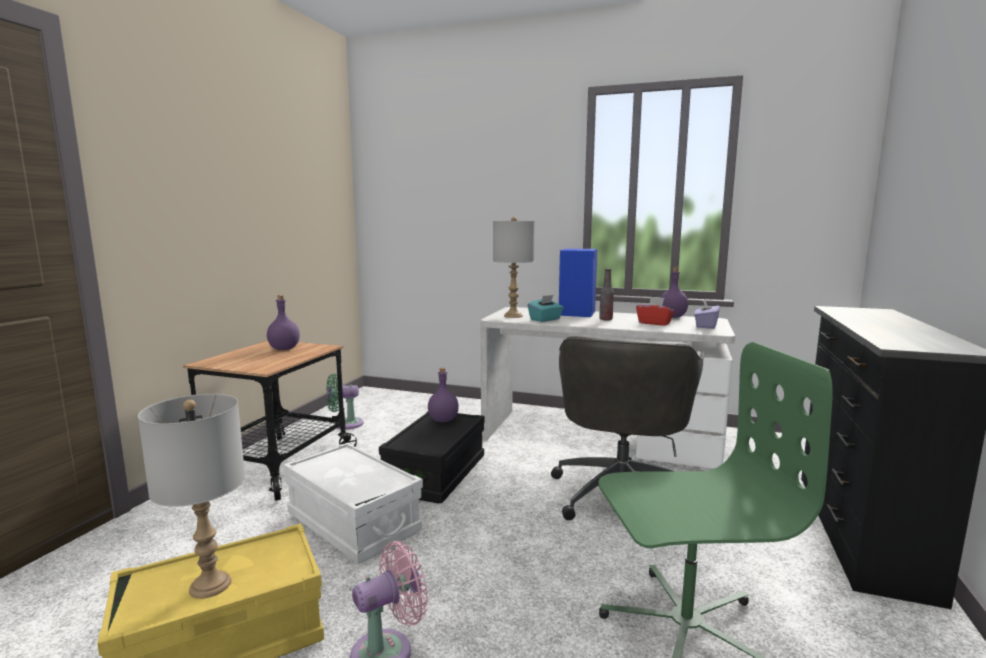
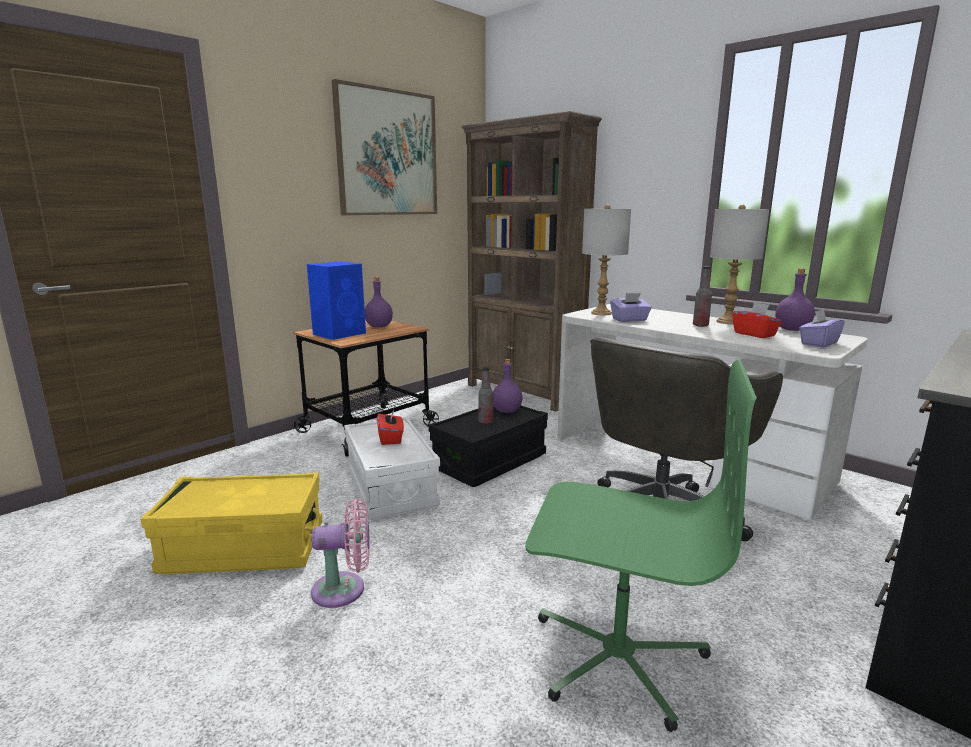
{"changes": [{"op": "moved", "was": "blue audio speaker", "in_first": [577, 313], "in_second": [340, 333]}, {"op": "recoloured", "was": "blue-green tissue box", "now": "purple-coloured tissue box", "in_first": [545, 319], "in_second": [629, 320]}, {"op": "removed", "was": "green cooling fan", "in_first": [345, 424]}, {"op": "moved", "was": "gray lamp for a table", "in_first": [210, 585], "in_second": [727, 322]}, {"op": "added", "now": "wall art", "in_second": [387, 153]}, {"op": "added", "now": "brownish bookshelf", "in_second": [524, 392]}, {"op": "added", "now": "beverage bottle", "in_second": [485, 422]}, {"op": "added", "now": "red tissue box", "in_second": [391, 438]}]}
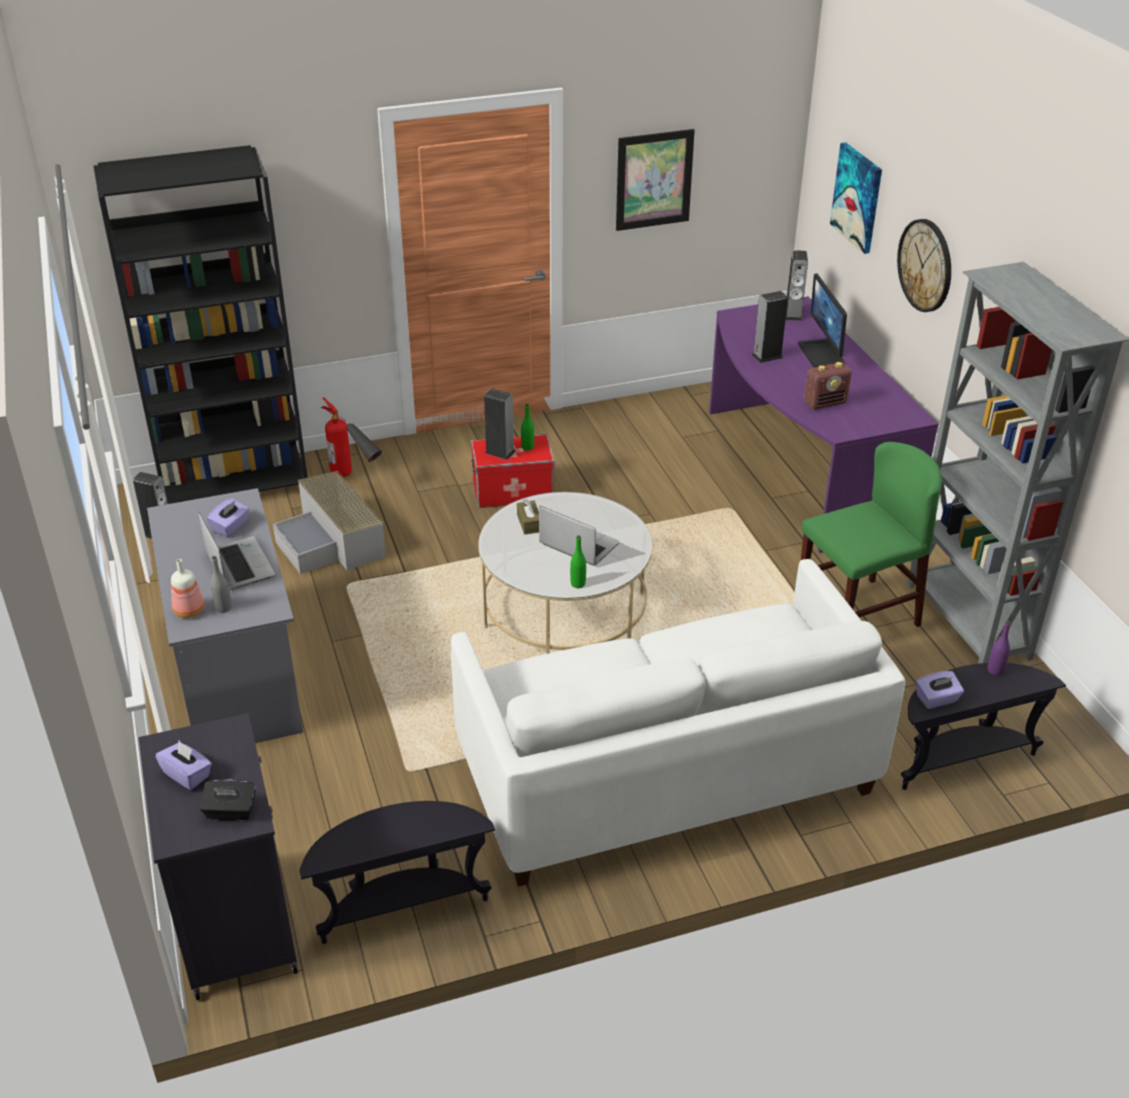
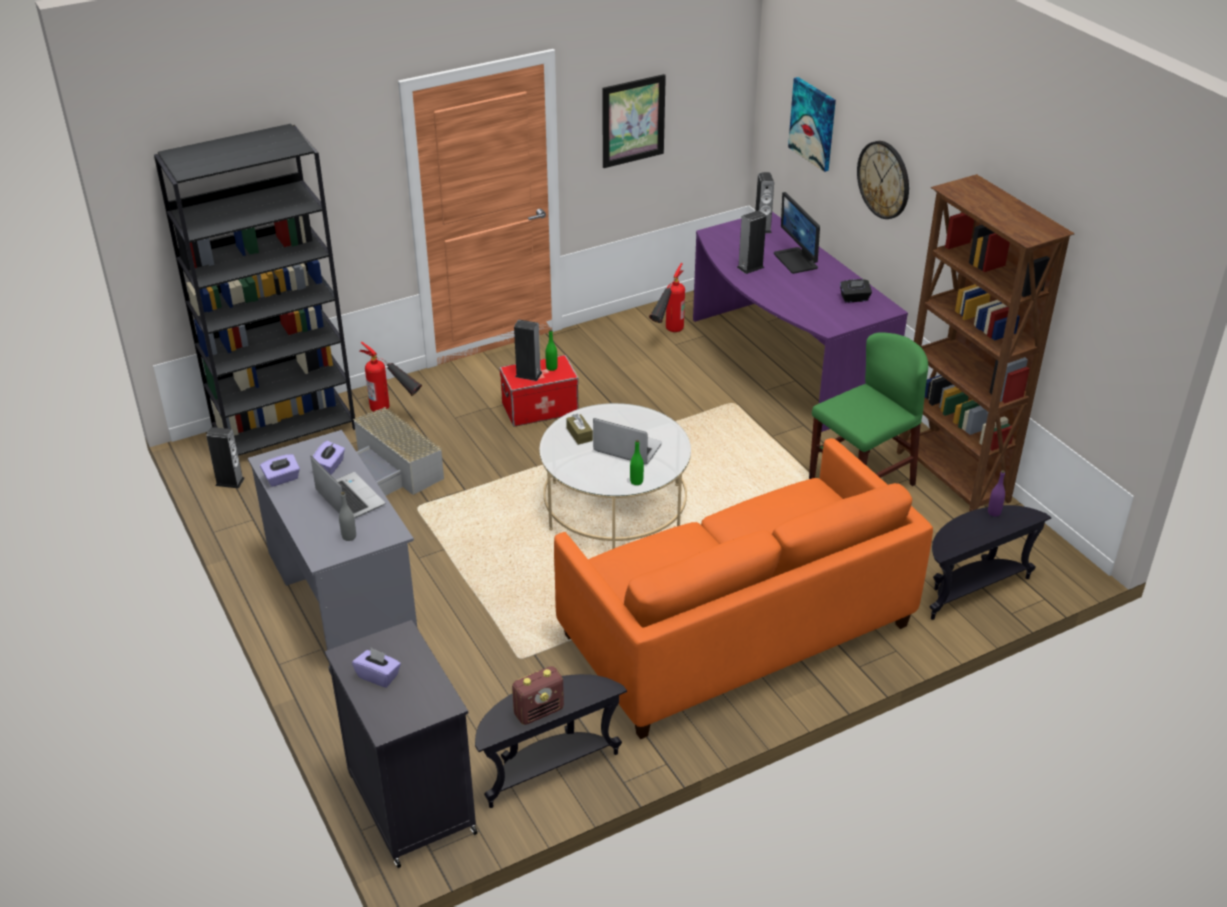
{"changes": [{"op": "recoloured", "was": "gray bookshelf", "now": "brownish bookshelf", "in_first": [966, 622], "in_second": [952, 478]}, {"op": "moved", "was": "radio set", "in_first": [825, 403], "in_second": [539, 711]}, {"op": "removed", "was": "beverage bottle", "in_first": [188, 611]}, {"op": "recoloured", "was": "white sofa", "now": "orangey sofa", "in_first": [665, 772], "in_second": [736, 631]}, {"op": "moved", "was": "purple-coloured tissue box", "in_first": [937, 699], "in_second": [282, 479]}, {"op": "moved", "was": "black-coloured tissue box", "in_first": [230, 812], "in_second": [854, 298]}, {"op": "added", "now": "extinguisher", "in_second": [667, 336]}]}
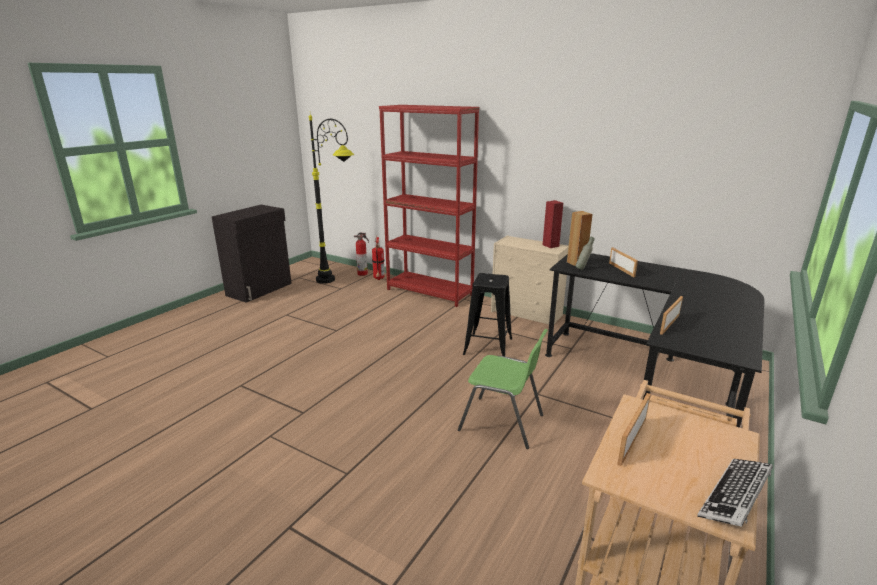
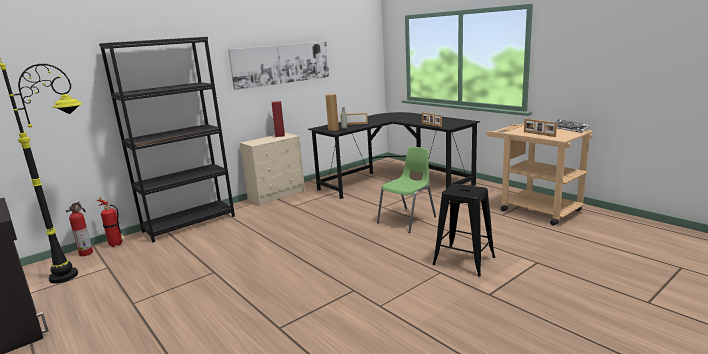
{"changes": [{"op": "recoloured", "was": "red bookshelf", "now": "black-coloured bookshelf", "in_first": [430, 292], "in_second": [189, 223]}, {"op": "moved", "was": "black-coloured sitting stool", "in_first": [488, 346], "in_second": [464, 261]}, {"op": "added", "now": "wall art", "in_second": [282, 64]}]}
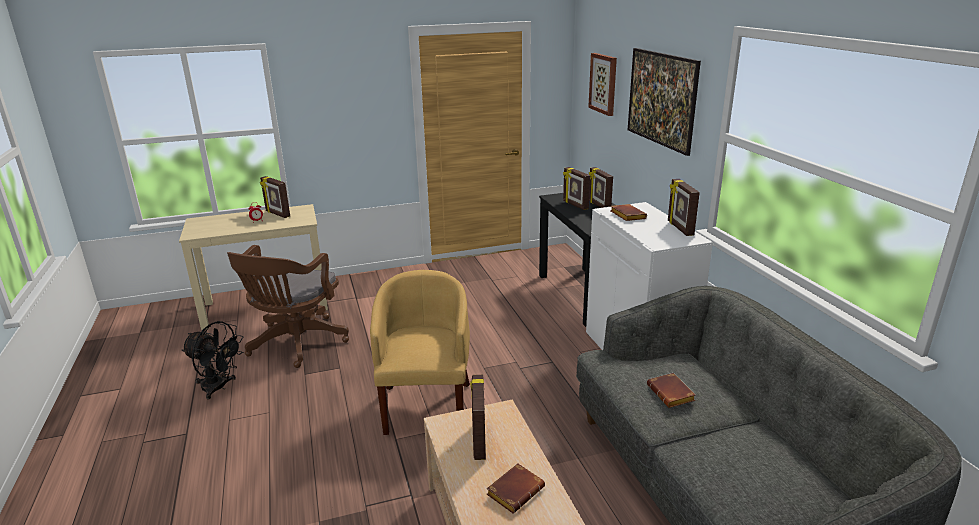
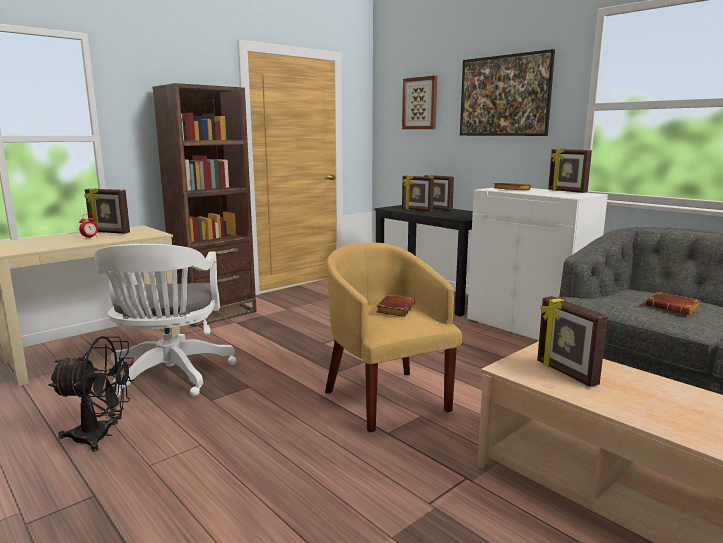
{"changes": [{"op": "recoloured", "was": "brownish desk chair", "now": "white desk chair", "in_first": [295, 344], "in_second": [169, 377]}, {"op": "moved", "was": "brownish volume", "in_first": [515, 490], "in_second": [394, 309]}, {"op": "added", "now": "brownish bookshelf", "in_second": [215, 313]}]}
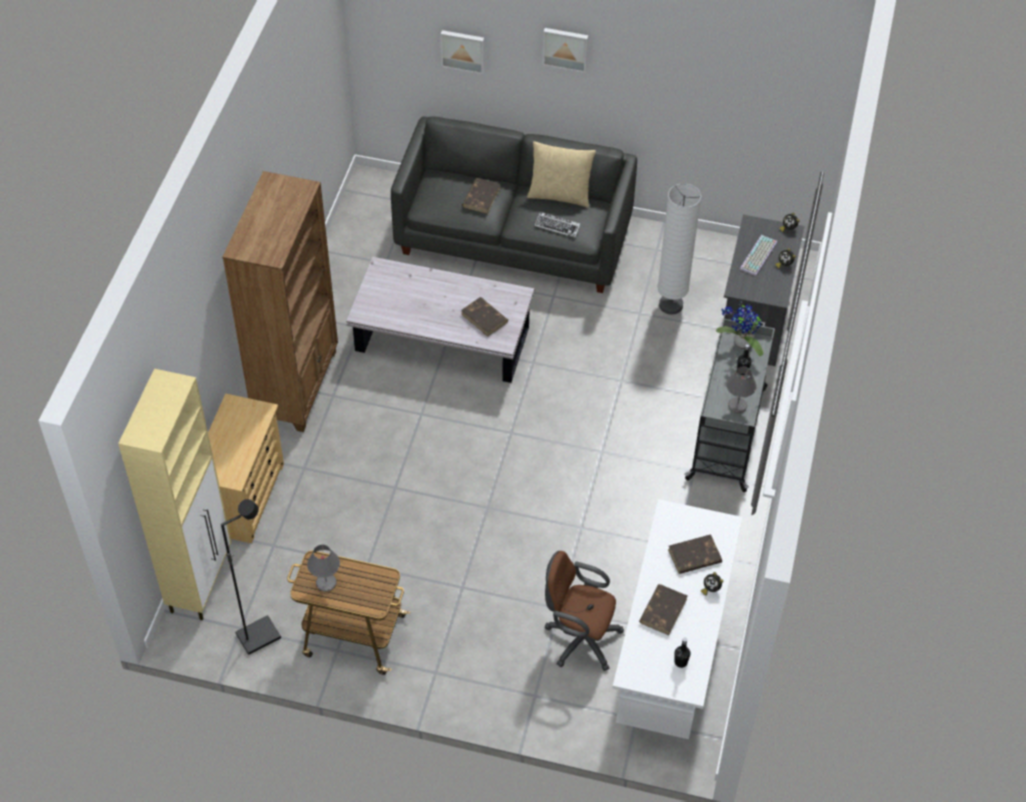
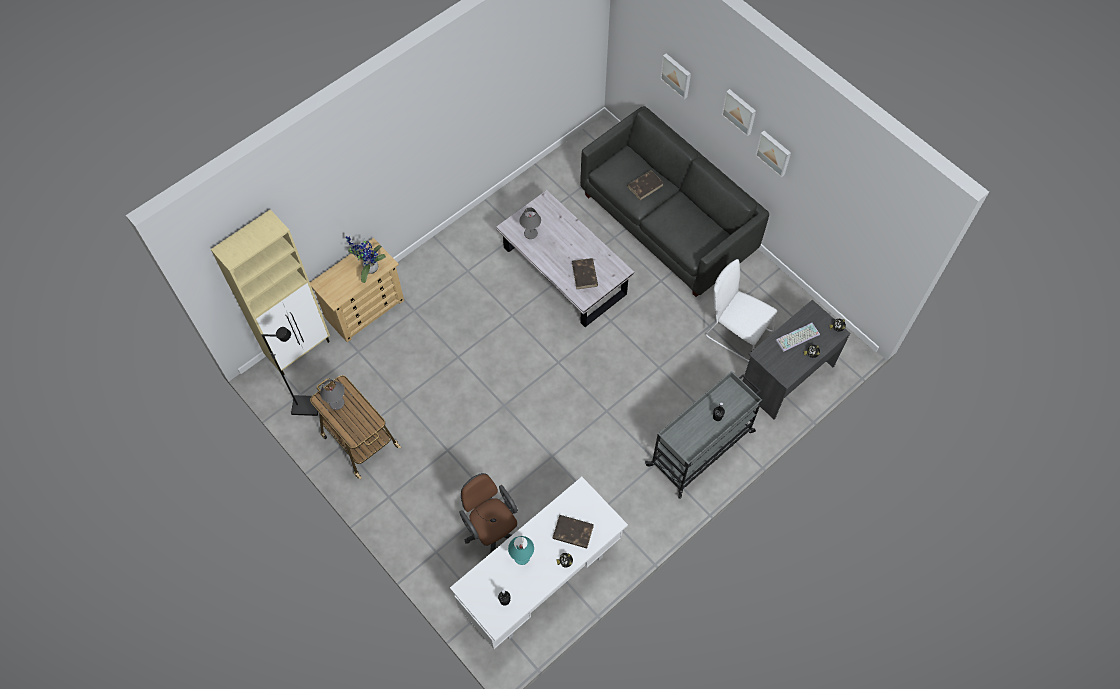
{"changes": [{"op": "removed", "was": "beige-coloured cushion", "in_first": [560, 195]}, {"op": "removed", "was": "brownish bookshelf", "in_first": [297, 385]}, {"op": "replaced", "was": "white floor lamp", "now": "white chair", "in_first": [670, 305], "in_second": [735, 332]}, {"op": "removed", "was": "computer keyboard", "in_first": [557, 226]}, {"op": "moved", "was": "potted plant", "in_first": [741, 344], "in_second": [369, 268]}, {"op": "moved", "was": "gray lamp for a table", "in_first": [737, 406], "in_second": [530, 233]}, {"op": "replaced", "was": "brownish volume", "now": "blue-green lamp for a table", "in_first": [663, 610], "in_second": [522, 557]}, {"op": "added", "now": "wall art", "in_second": [774, 152]}]}
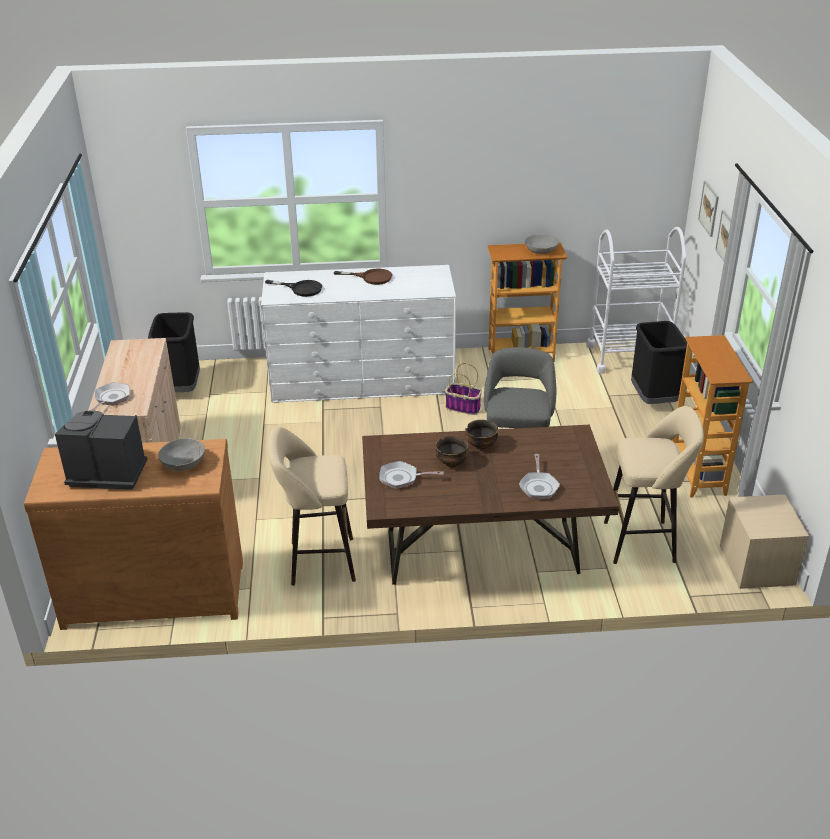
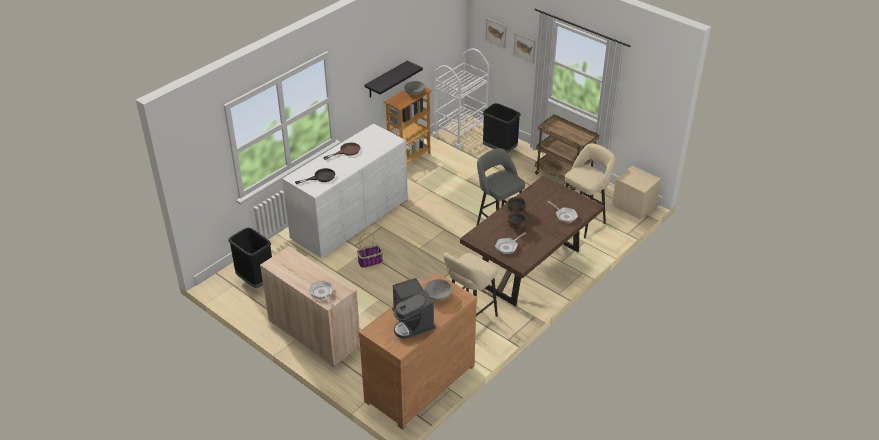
{"changes": [{"op": "replaced", "was": "bookshelf", "now": "brownish trolley", "in_first": [698, 473], "in_second": [564, 177]}, {"op": "moved", "was": "basket", "in_first": [463, 407], "in_second": [370, 261]}, {"op": "turned", "was": "coffee maker", "in_first": [106, 473], "in_second": [412, 322], "clockwise": -75}, {"op": "added", "now": "black-coloured shelf", "in_second": [386, 80]}]}
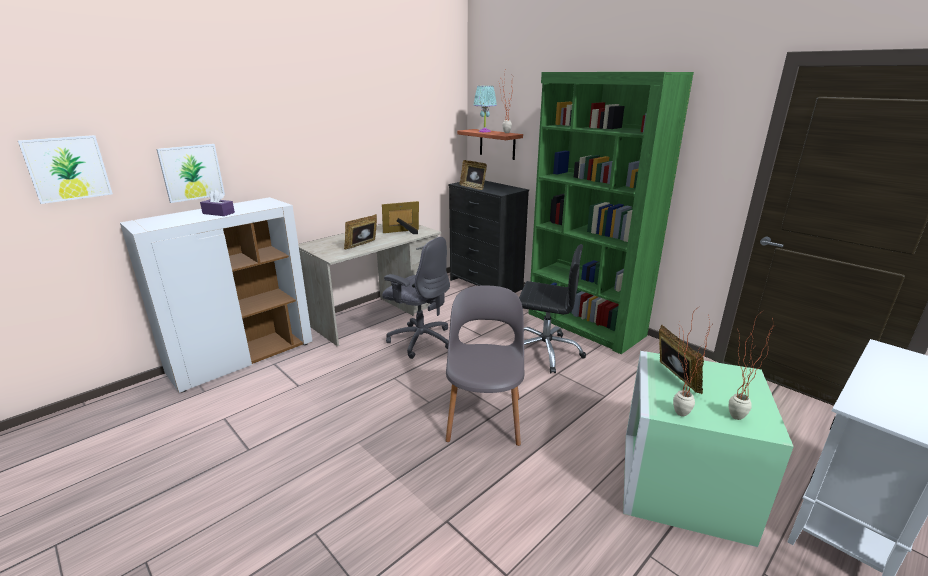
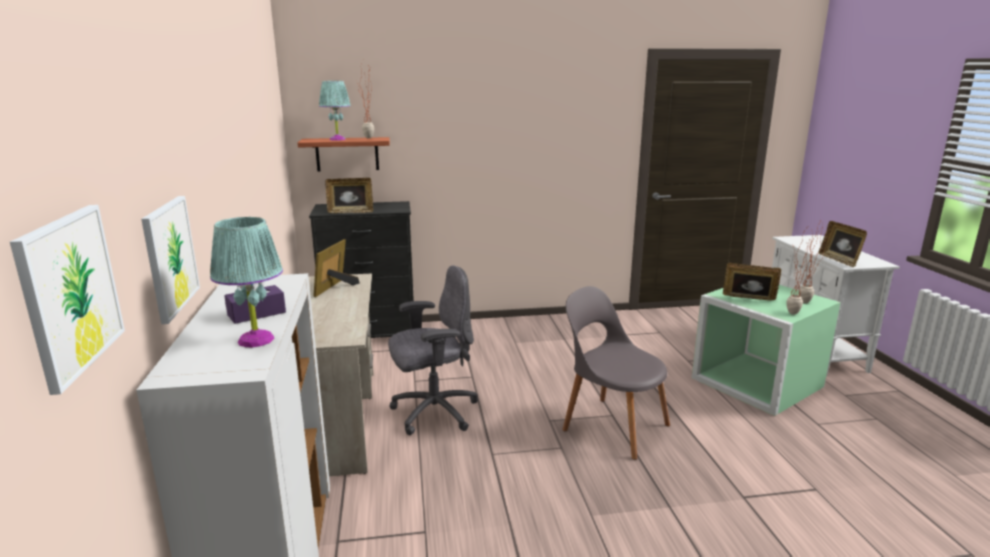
{"changes": [{"op": "removed", "was": "green bookshelf", "in_first": [585, 325]}, {"op": "moved", "was": "picture frame", "in_first": [362, 246], "in_second": [839, 260]}, {"op": "removed", "was": "black-coloured desk chair", "in_first": [545, 351]}, {"op": "added", "now": "blue-green lamp for a table", "in_second": [256, 340]}]}
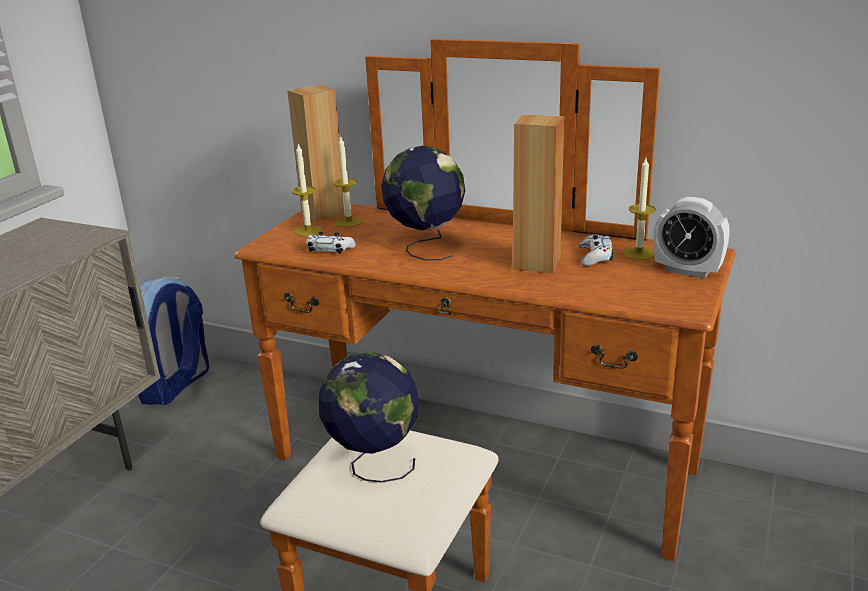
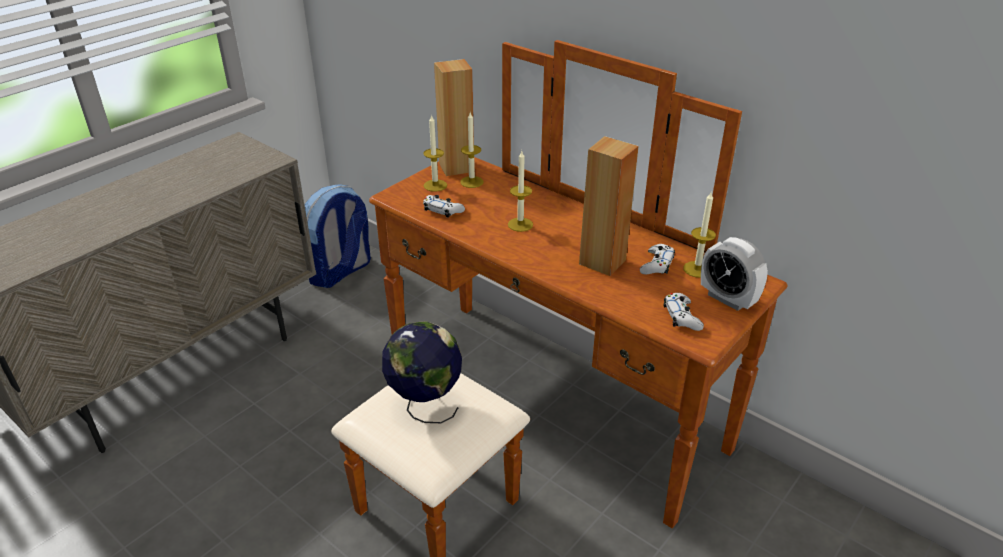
{"changes": [{"op": "replaced", "was": "globe", "now": "wax light", "in_first": [426, 247], "in_second": [520, 224]}, {"op": "added", "now": "white gamepad", "in_second": [681, 317]}]}
